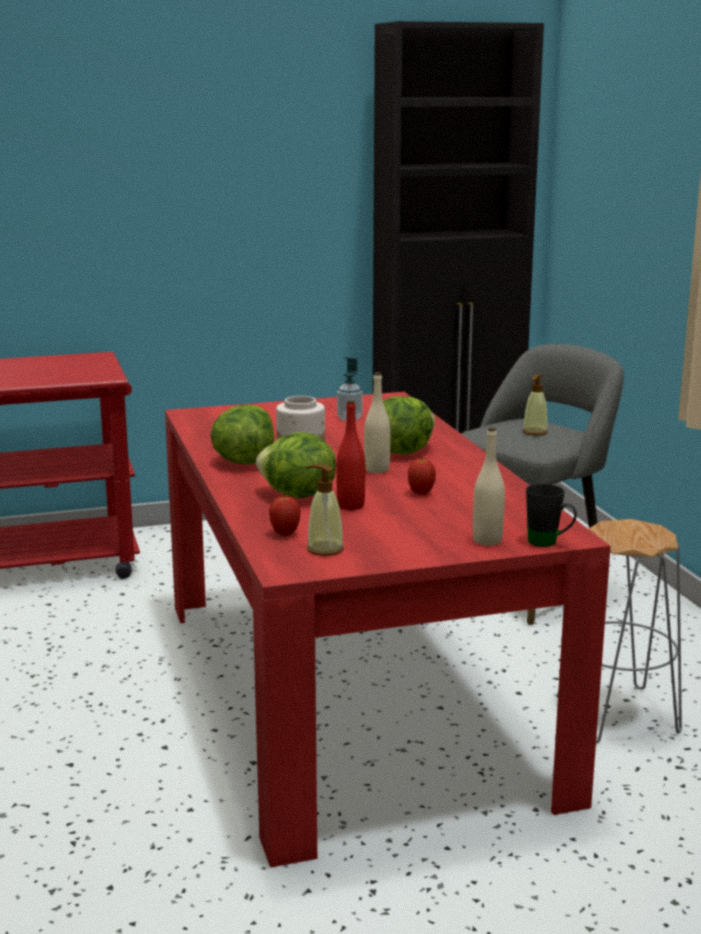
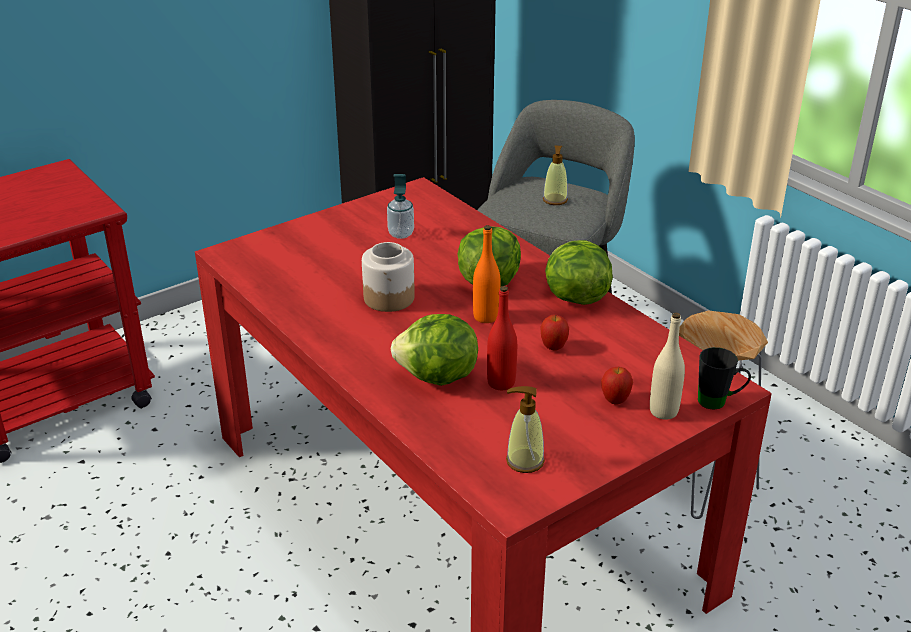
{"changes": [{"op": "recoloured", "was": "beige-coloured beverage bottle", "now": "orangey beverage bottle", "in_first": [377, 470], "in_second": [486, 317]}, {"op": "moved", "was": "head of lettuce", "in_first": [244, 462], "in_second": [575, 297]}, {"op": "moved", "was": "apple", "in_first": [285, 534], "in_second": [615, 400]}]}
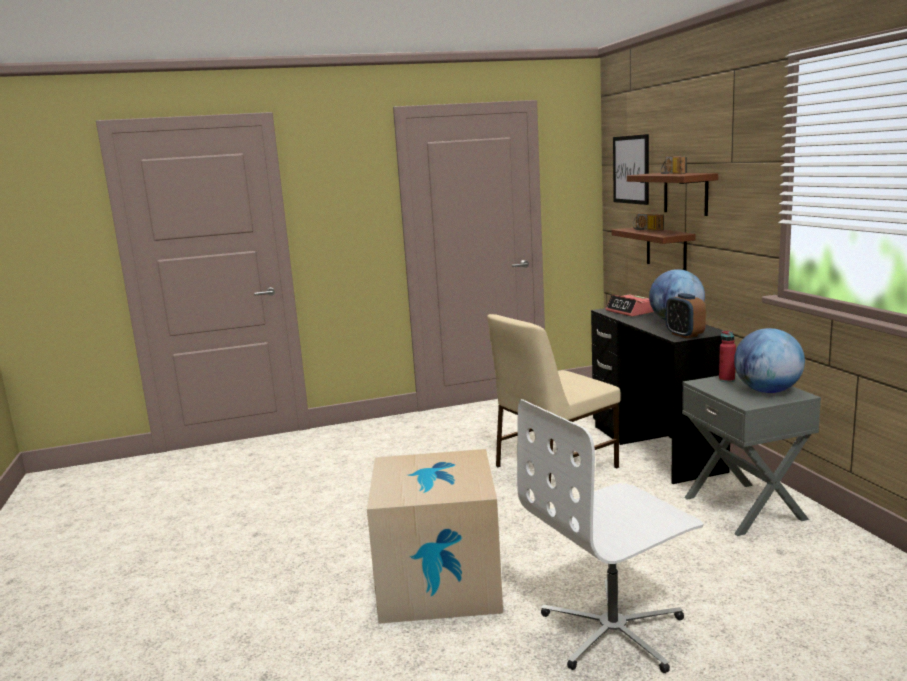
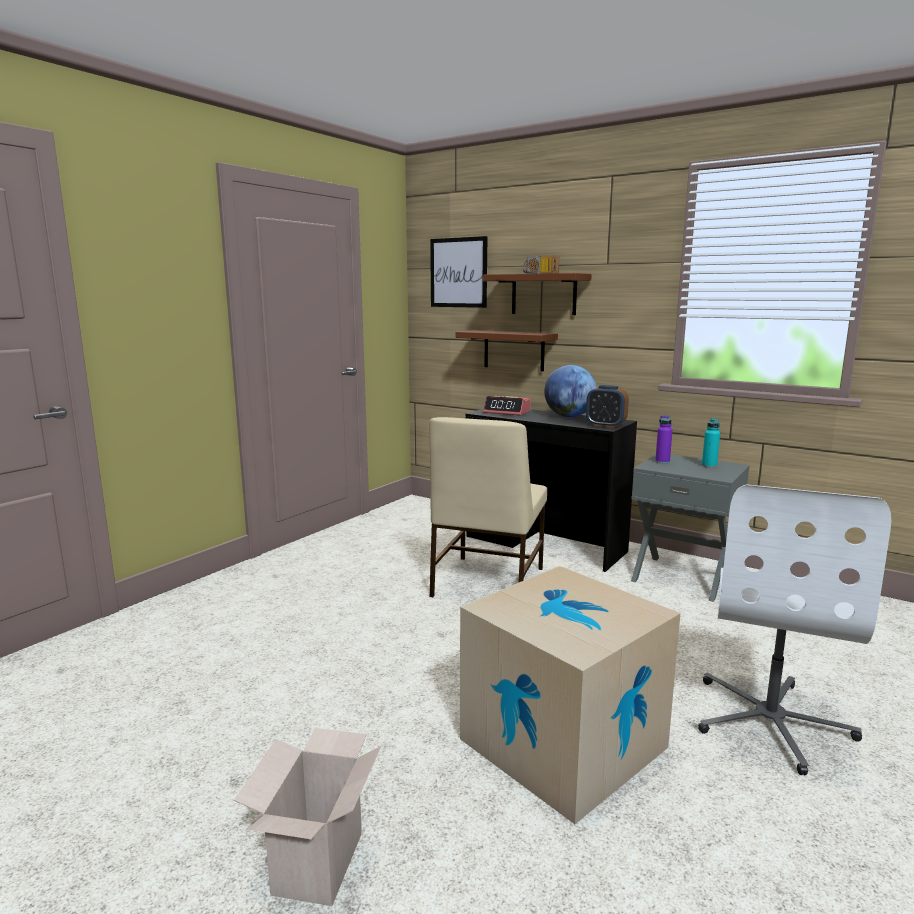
{"changes": [{"op": "removed", "was": "radio set", "in_first": [646, 230]}, {"op": "replaced", "was": "globe", "now": "blue-green beverage bottle", "in_first": [767, 391], "in_second": [709, 466]}, {"op": "recoloured", "was": "red beverage bottle", "now": "purple-coloured beverage bottle", "in_first": [726, 380], "in_second": [662, 462]}, {"op": "added", "now": "cardboard box", "in_second": [317, 860]}]}
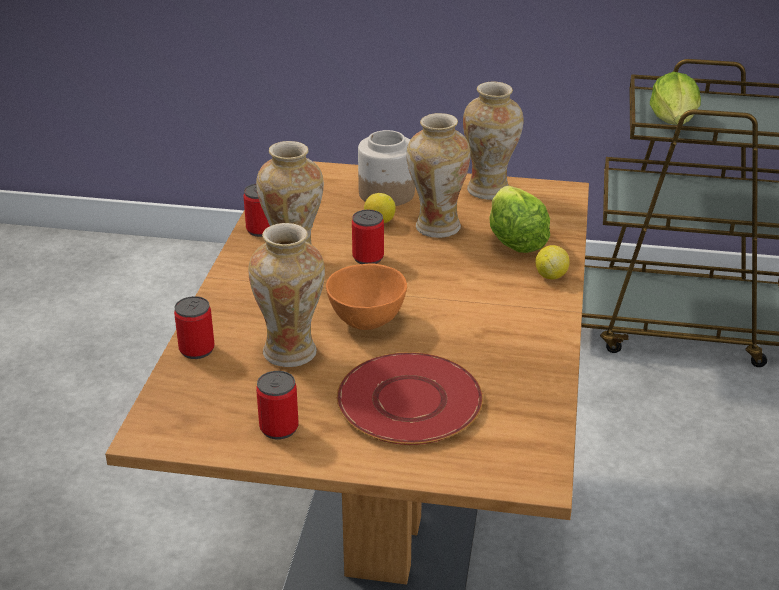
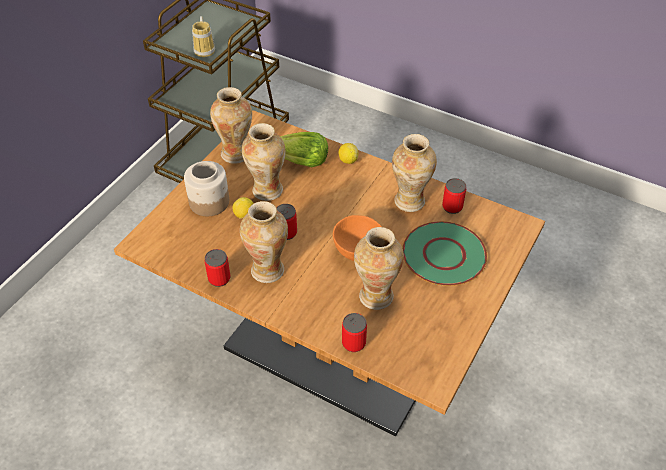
{"changes": [{"op": "replaced", "was": "head of lettuce", "now": "coffee mug", "in_first": [674, 122], "in_second": [205, 49]}, {"op": "recoloured", "was": "red plate", "now": "green plate", "in_first": [409, 400], "in_second": [443, 255]}, {"op": "moved", "was": "sealed can", "in_first": [279, 428], "in_second": [452, 207]}, {"op": "added", "now": "flower vase", "in_second": [409, 202]}]}
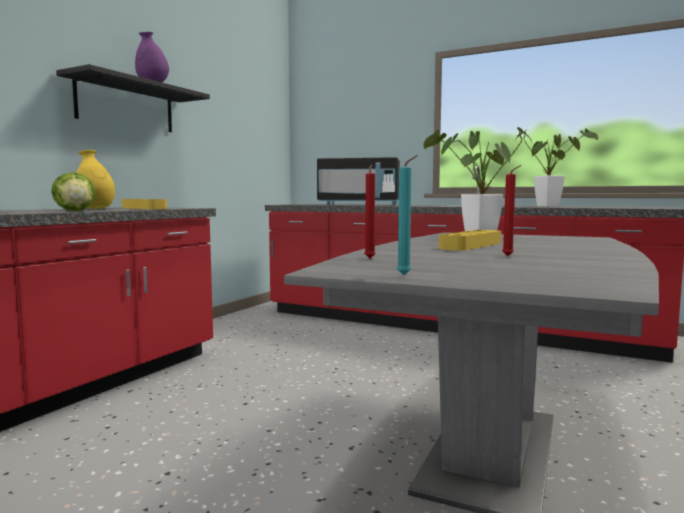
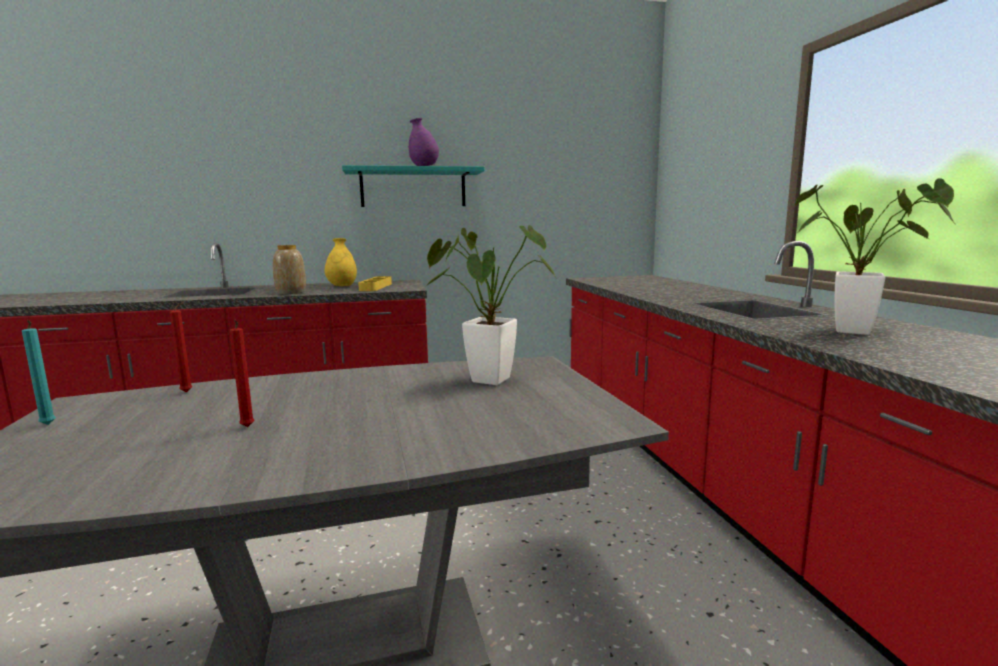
{"changes": [{"op": "recoloured", "was": "black-coloured shelf", "now": "blue-green shelf", "in_first": [126, 106], "in_second": [413, 188]}, {"op": "removed", "was": "black-coloured microwave oven", "in_first": [359, 204]}, {"op": "replaced", "was": "head of lettuce", "now": "flower vase", "in_first": [75, 211], "in_second": [291, 292]}, {"op": "removed", "was": "yellow-coloured tray", "in_first": [471, 245]}]}
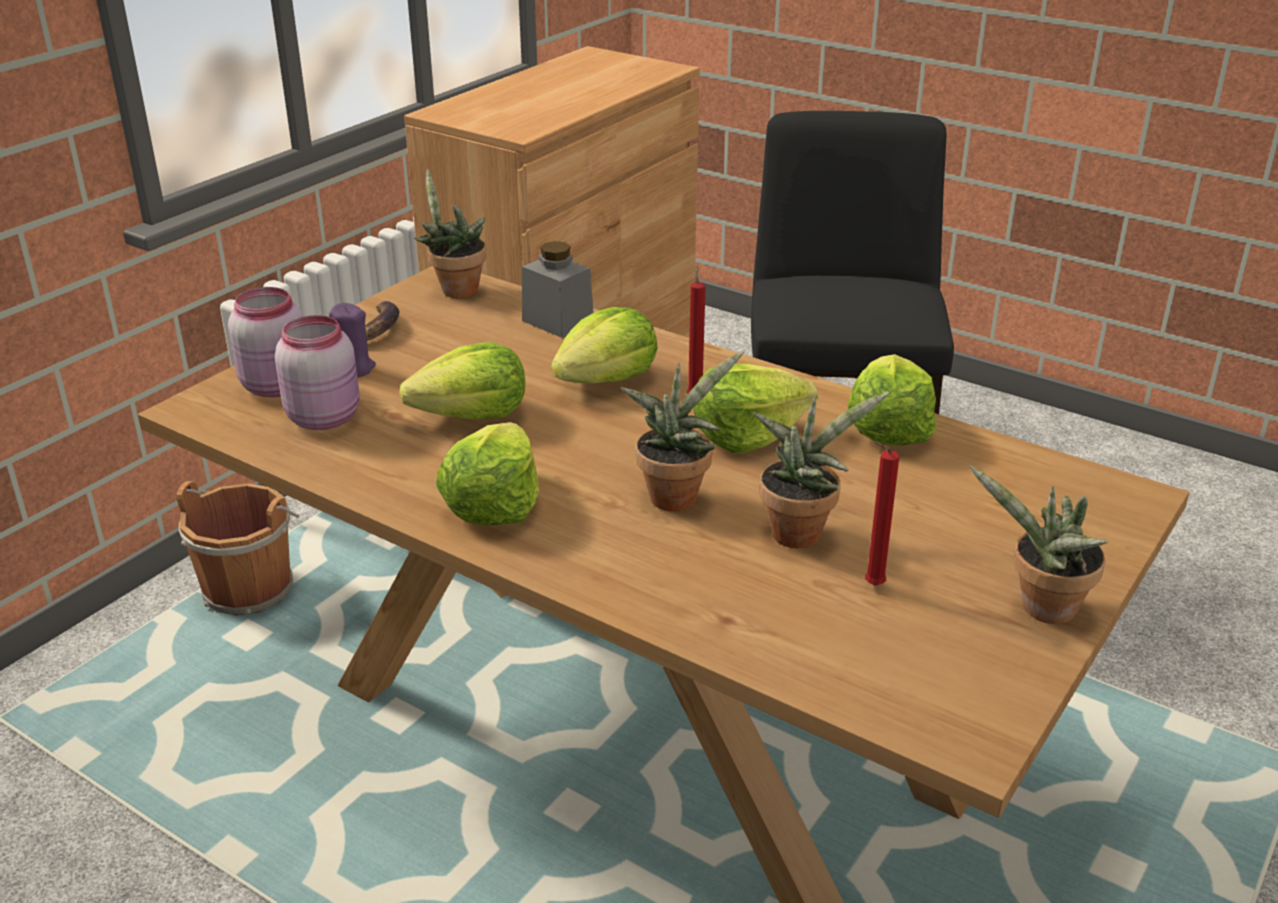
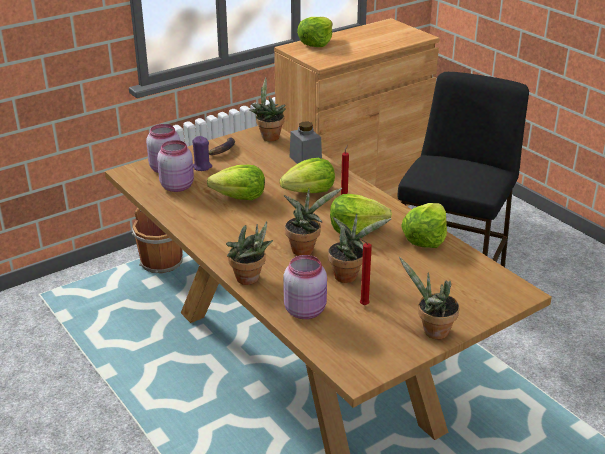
{"changes": [{"op": "moved", "was": "head of lettuce", "in_first": [493, 504], "in_second": [316, 43]}, {"op": "added", "now": "potted plant", "in_second": [250, 280]}, {"op": "added", "now": "pinkish storage jar", "in_second": [306, 310]}]}
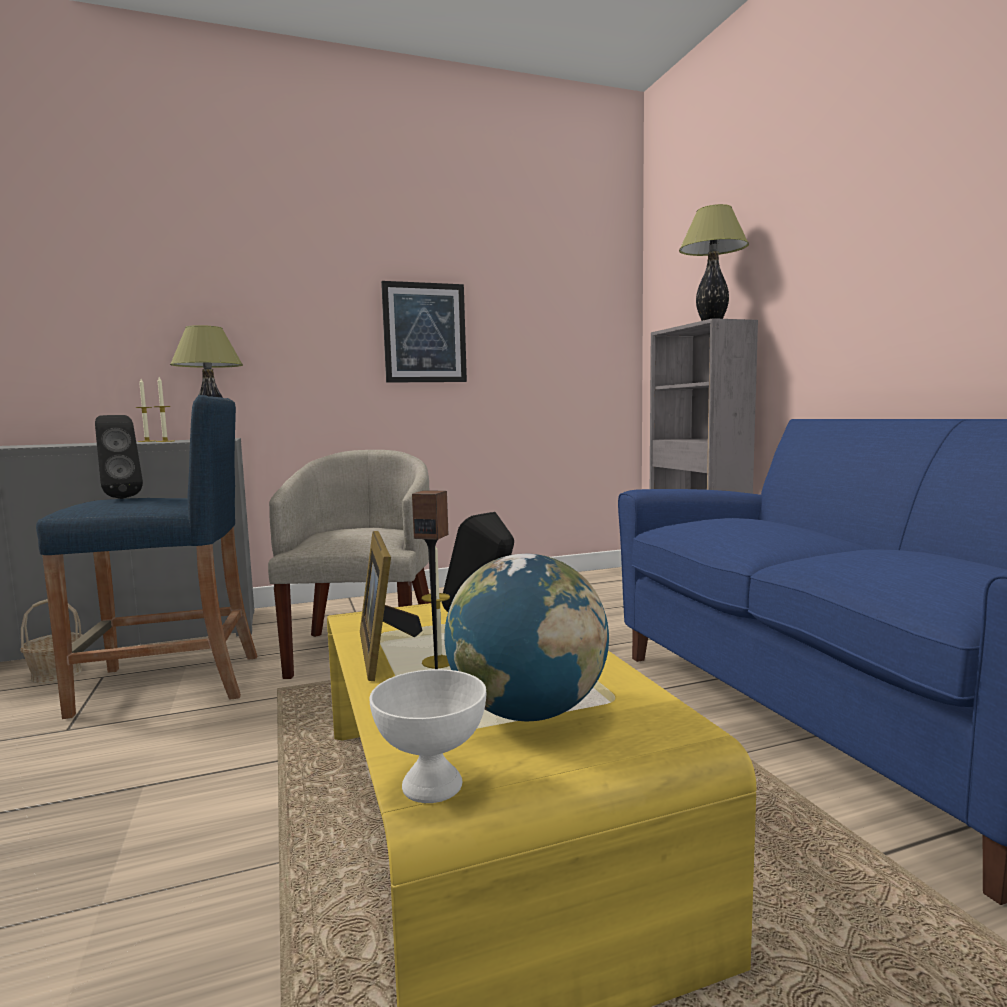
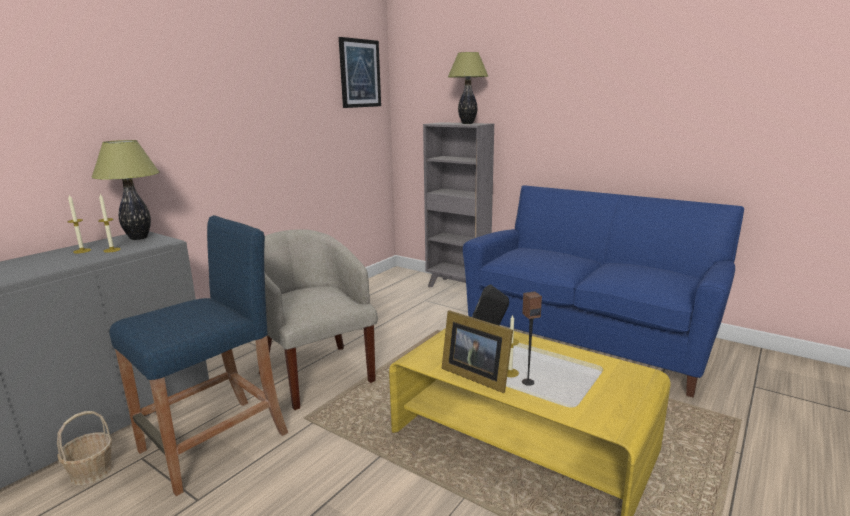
{"changes": [{"op": "moved", "was": "wall art", "in_first": [424, 333], "in_second": [359, 73]}, {"op": "removed", "was": "black-coloured audio speaker", "in_first": [121, 498]}, {"op": "removed", "was": "globe", "in_first": [527, 712]}, {"op": "removed", "was": "white bowl", "in_first": [433, 786]}]}
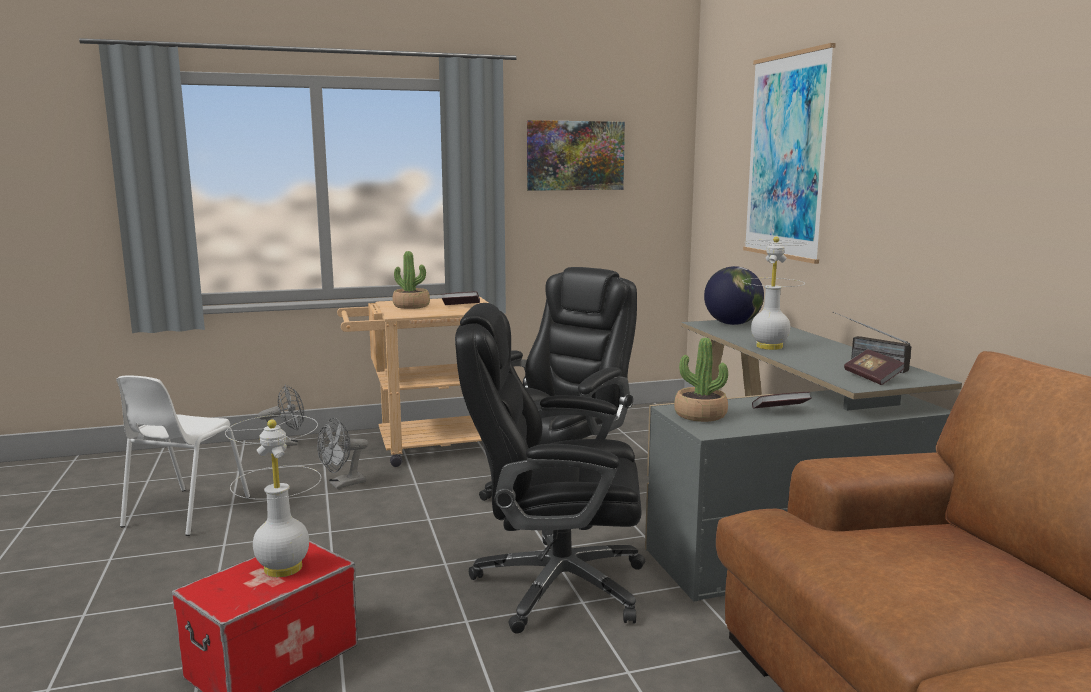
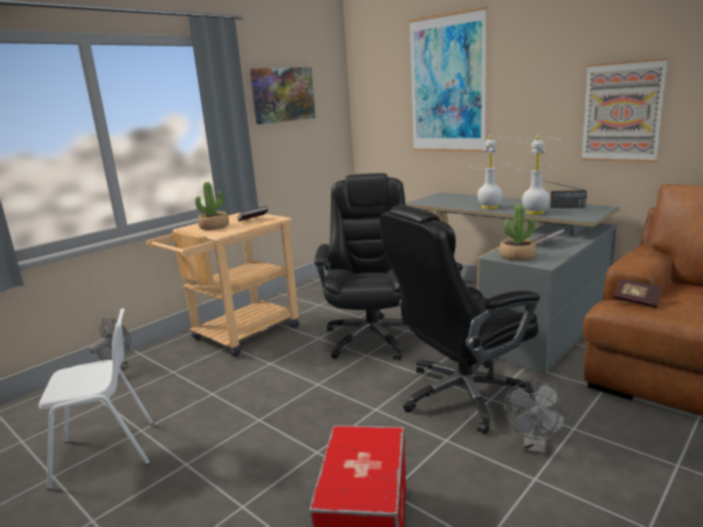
{"changes": [{"op": "removed", "was": "globe", "in_first": [732, 324]}, {"op": "moved", "was": "volume", "in_first": [872, 378], "in_second": [637, 301]}, {"op": "turned", "was": "white chair", "in_first": [185, 512], "in_second": [106, 453], "clockwise": -90}, {"op": "moved", "was": "white lamp for a table", "in_first": [284, 568], "in_second": [535, 213]}, {"op": "moved", "was": "gray cooling fan", "in_first": [342, 484], "in_second": [535, 447]}, {"op": "added", "now": "wall art", "in_second": [622, 112]}]}
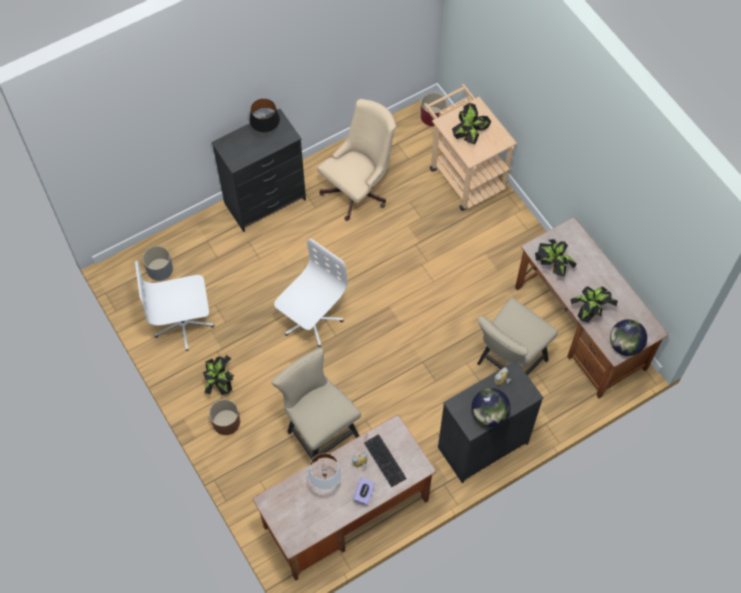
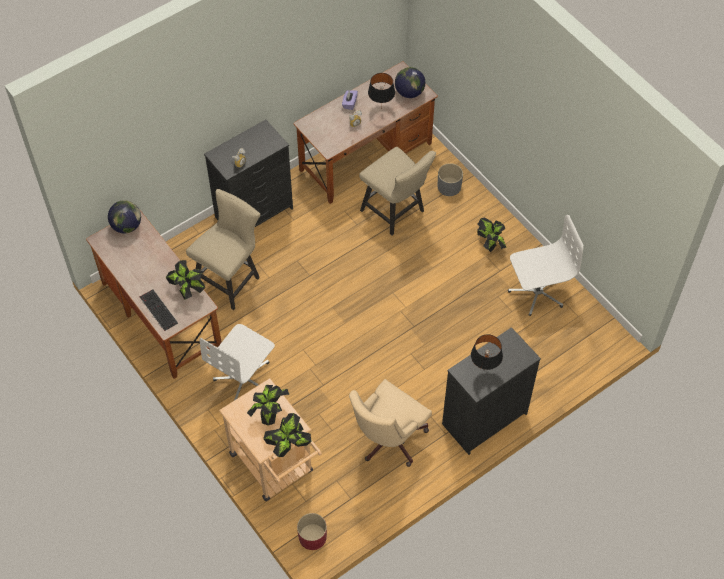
{"changes": [{"op": "moved", "was": "white desk chair", "in_first": [311, 320], "in_second": [244, 379]}, {"op": "moved", "was": "gray flower pot", "in_first": [160, 269], "in_second": [449, 187]}, {"op": "moved", "was": "potted plant", "in_first": [590, 312], "in_second": [288, 445]}, {"op": "moved", "was": "globe", "in_first": [489, 415], "in_second": [409, 92]}, {"op": "removed", "was": "brownish flower pot", "in_first": [226, 422]}, {"op": "moved", "was": "computer keyboard", "in_first": [386, 461], "in_second": [157, 310]}, {"op": "recoloured", "was": "white lamp for a table", "now": "black-coloured lamp for a table", "in_first": [325, 484], "in_second": [381, 108]}]}
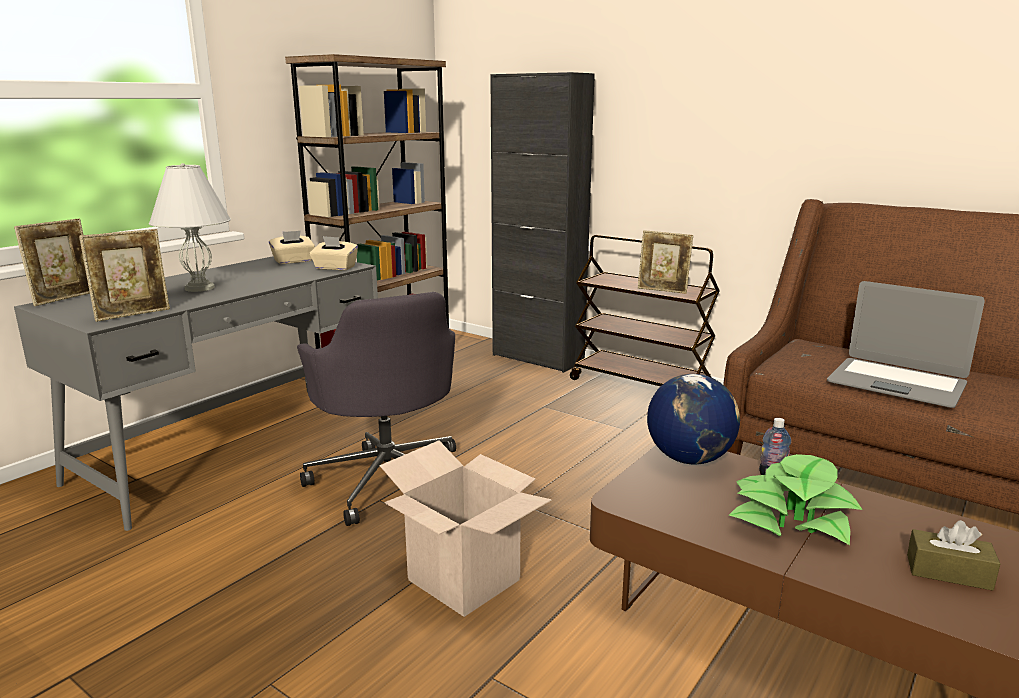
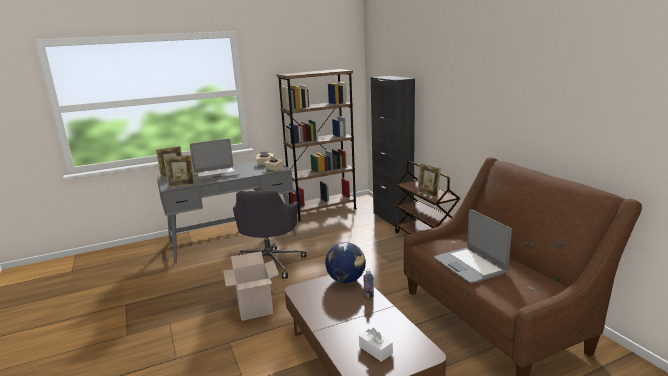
{"changes": [{"op": "replaced", "was": "white lamp for a table", "now": "portable computer", "in_first": [200, 288], "in_second": [216, 175]}, {"op": "removed", "was": "potted plant", "in_first": [791, 517]}, {"op": "recoloured", "was": "brownish tissue box", "now": "white tissue box", "in_first": [948, 572], "in_second": [375, 350]}]}
